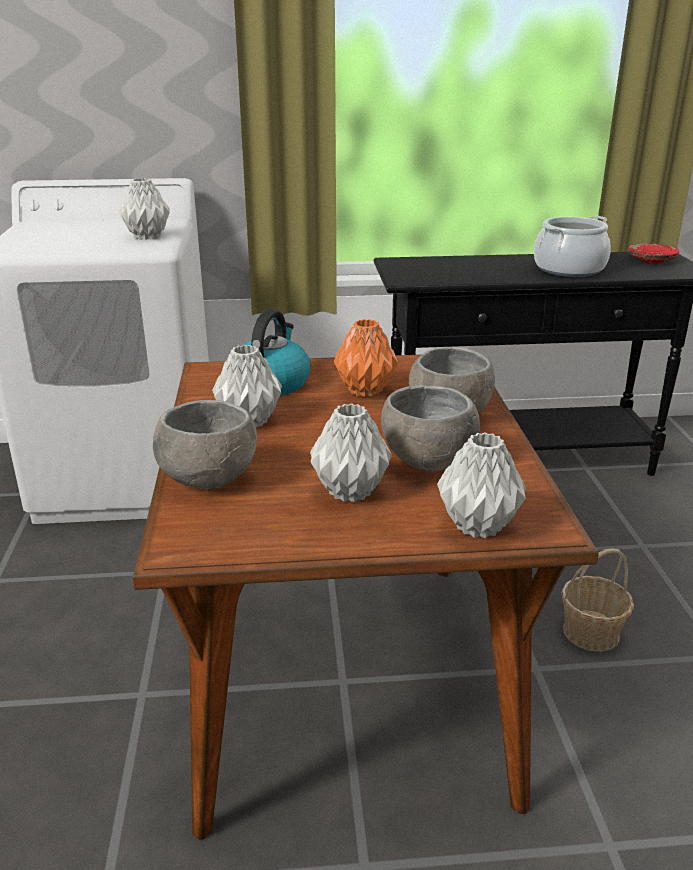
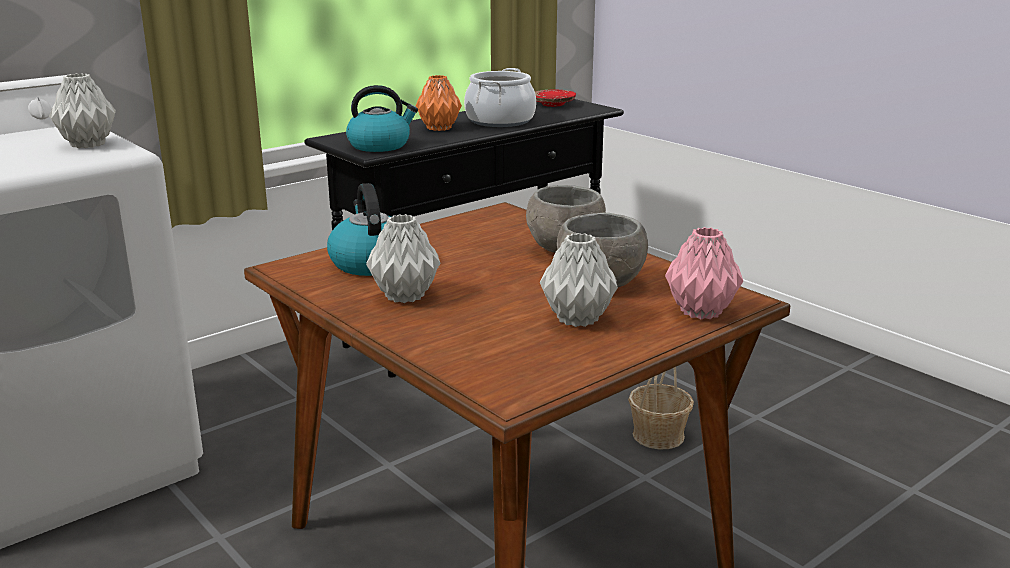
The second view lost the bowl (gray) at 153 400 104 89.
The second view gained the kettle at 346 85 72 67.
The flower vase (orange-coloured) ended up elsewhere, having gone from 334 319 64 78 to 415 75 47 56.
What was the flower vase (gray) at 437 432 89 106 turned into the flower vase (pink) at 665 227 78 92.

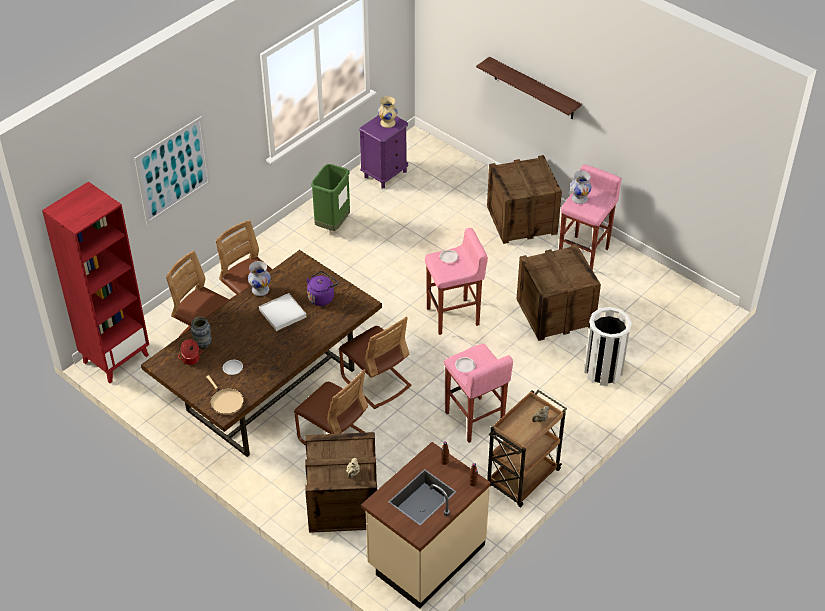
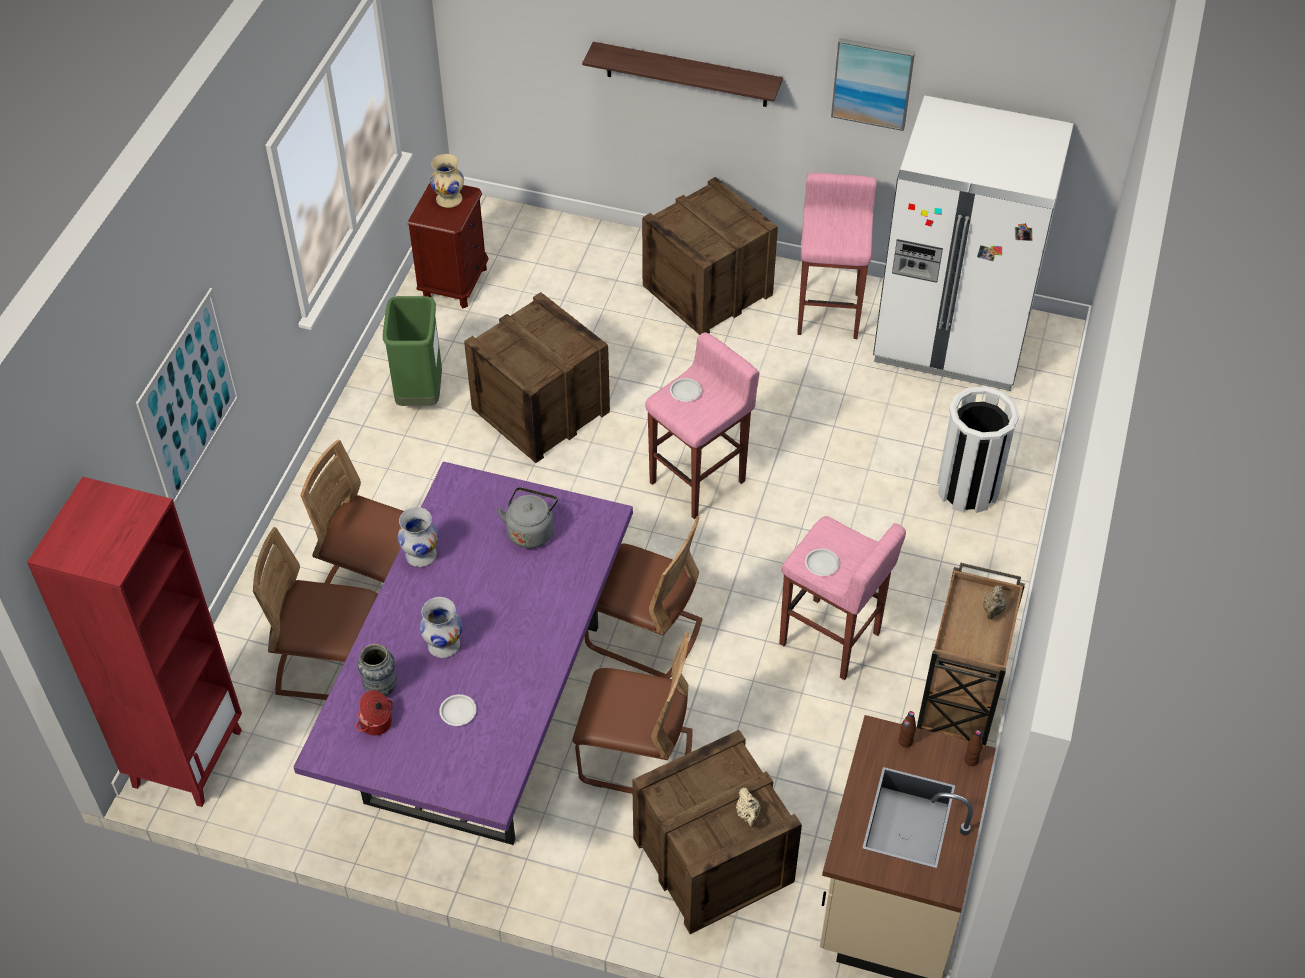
The second view lost the frying pan (beige-coloured) at 206 375 38 40.
The second view lost the tray (white) at 259 293 47 38.
The second view gained the picture at 831 38 84 93.
The second view gained the refrigerator (white) at 873 96 201 295.
The crate ended up elsewhere, having gone from 517 244 84 97 to 464 292 146 171.
The flower vase (white) ended up elsewhere, having gone from 570 171 22 33 to 420 597 42 61.
What was the dinner table (brown) at 141 250 241 207 turned into the dinner table (purple) at 294 462 339 383.
What was the kettle (purple) at 306 271 33 35 turned into the kettle (gray) at 497 487 61 62.
What was the bedside table (purple) at 359 115 49 73 turned into the bedside table (brown) at 408 183 81 126.

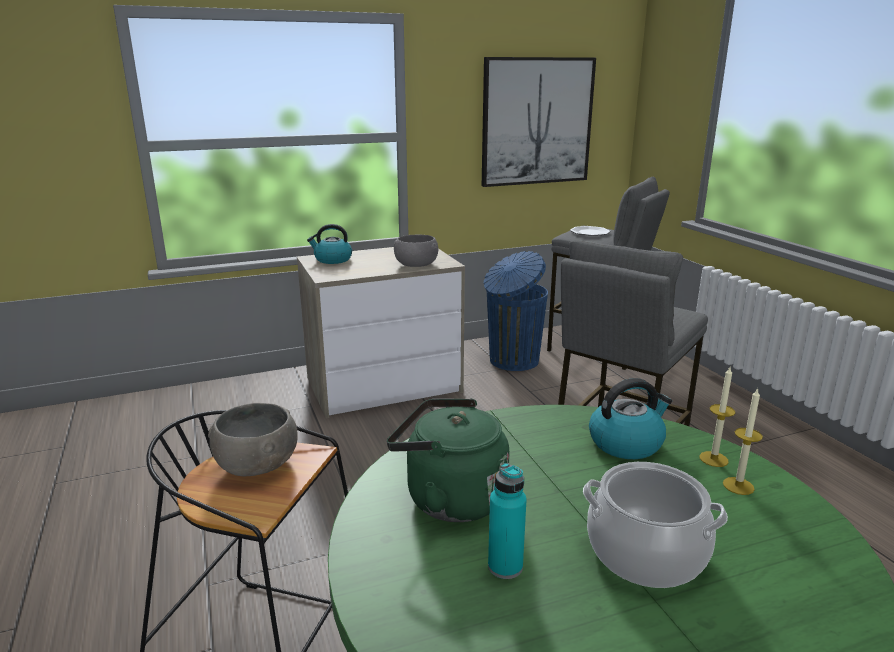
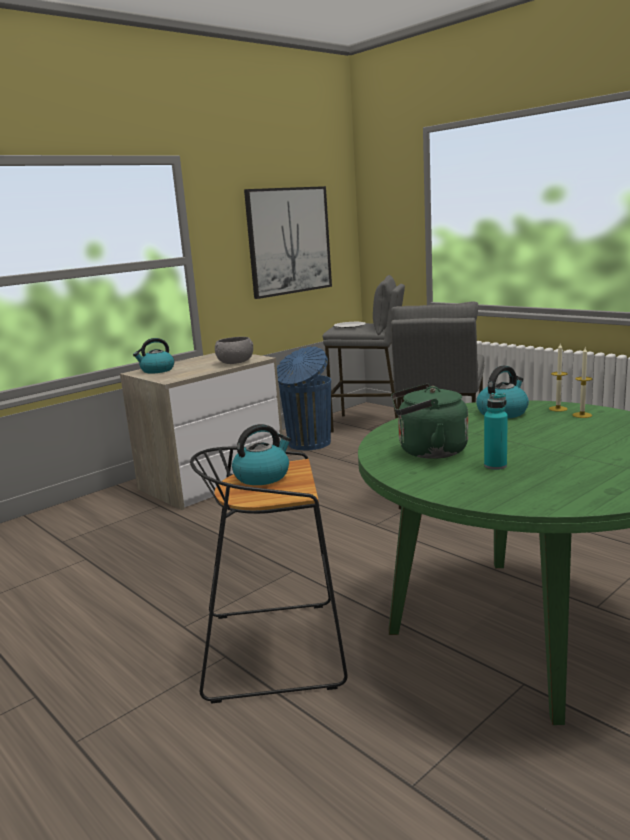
The second view lost the stockpot at 583 462 145 126.
Where the bowl (gray) stood at 208 403 90 73, the kettle came to stand at 232 424 59 61.

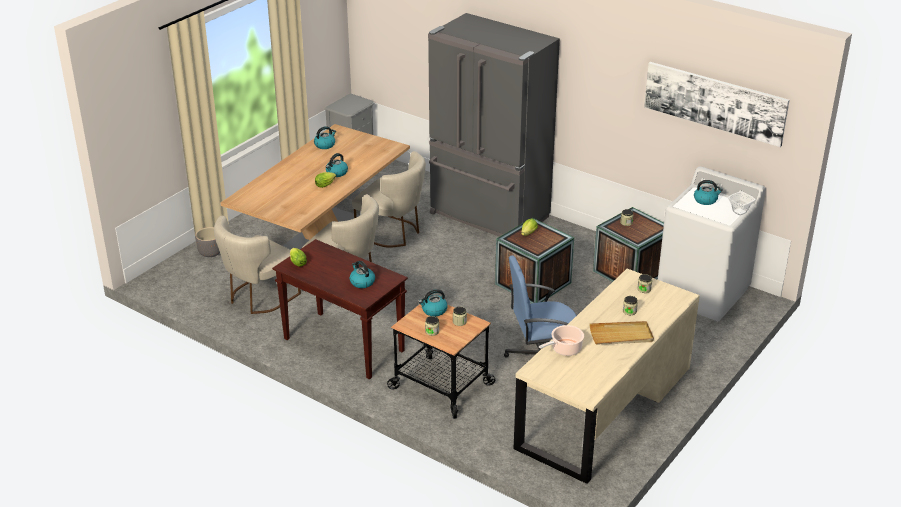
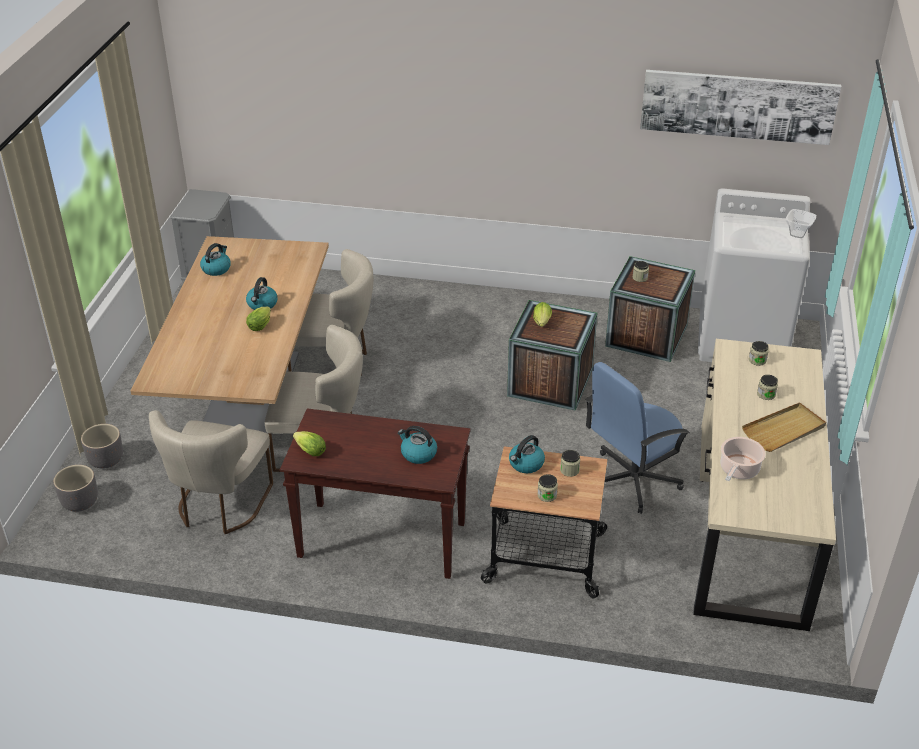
The second view lost the refrigerator (gray) at 428 13 132 224.
The second view lost the kettle at 694 180 29 25.
The second view gained the flower pot (gray) at 54 465 44 47.

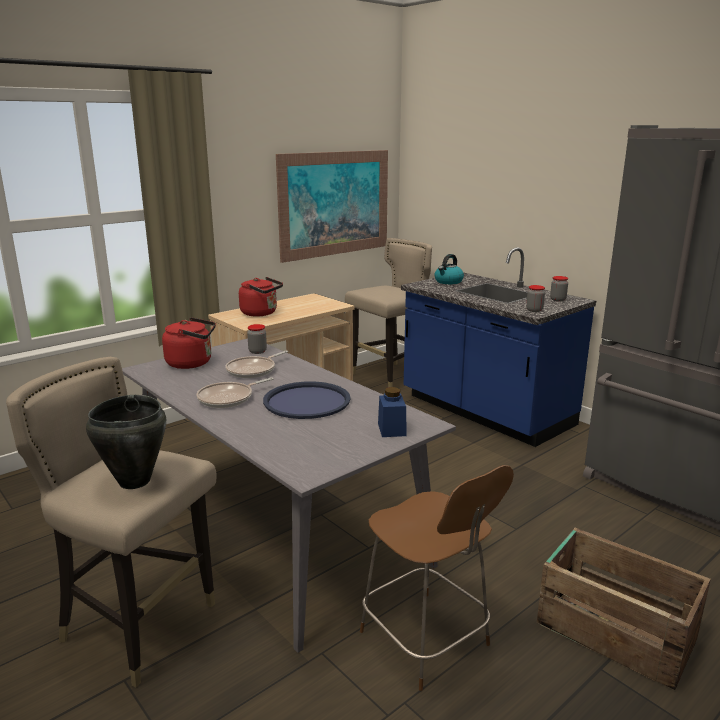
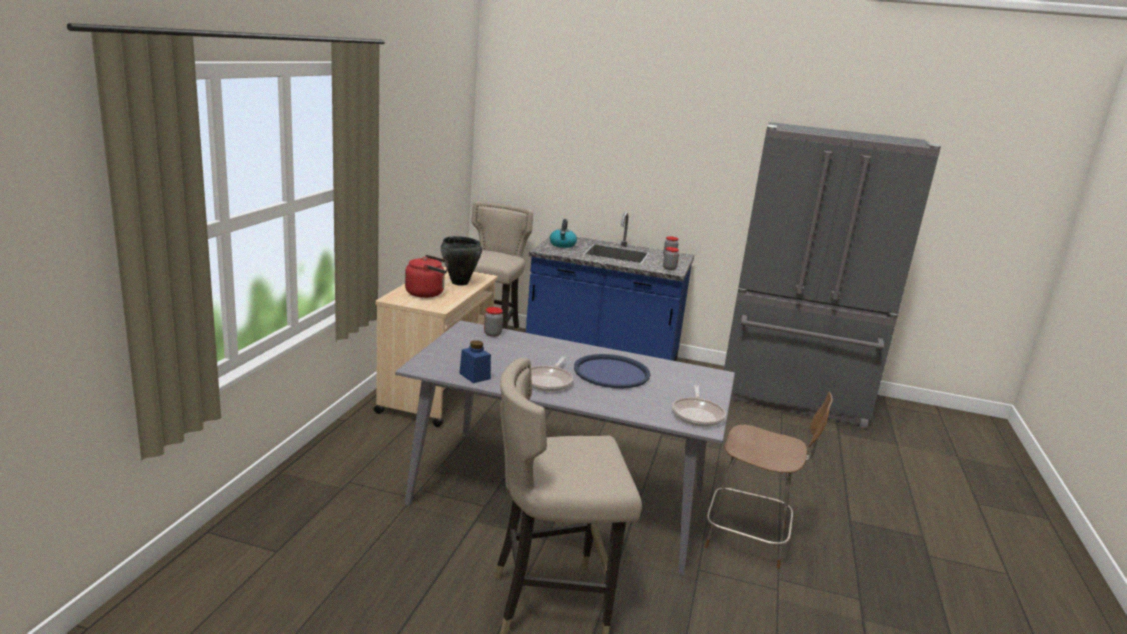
The second view lost the kettle (reddish) at 162 317 54 52.
The second view lost the picture at 276 150 112 113.
The second view lost the crate at 537 528 174 162.
The stockpot (blackish) ended up elsewhere, having gone from 86 395 80 94 to 441 236 41 49.
The frying pan ended up elsewhere, having gone from 226 351 62 27 to 672 385 54 42.
The storage jar (blue) ended up elsewhere, having gone from 378 387 29 50 to 459 340 32 43.

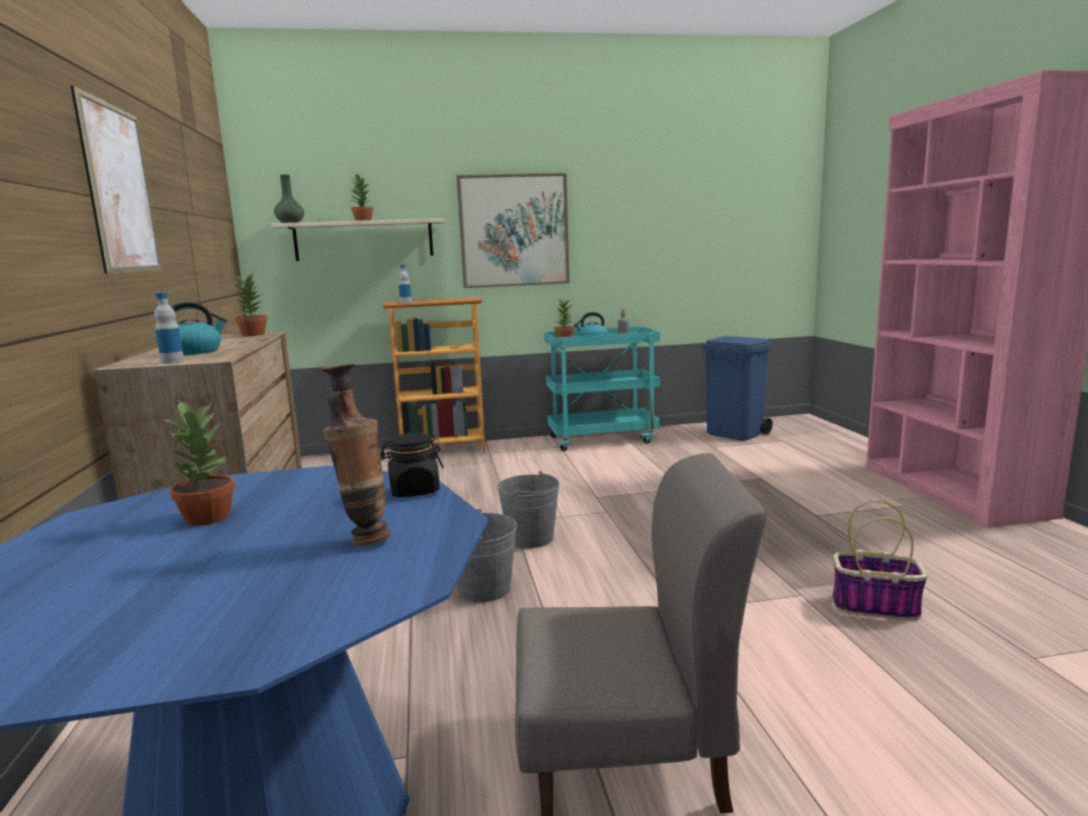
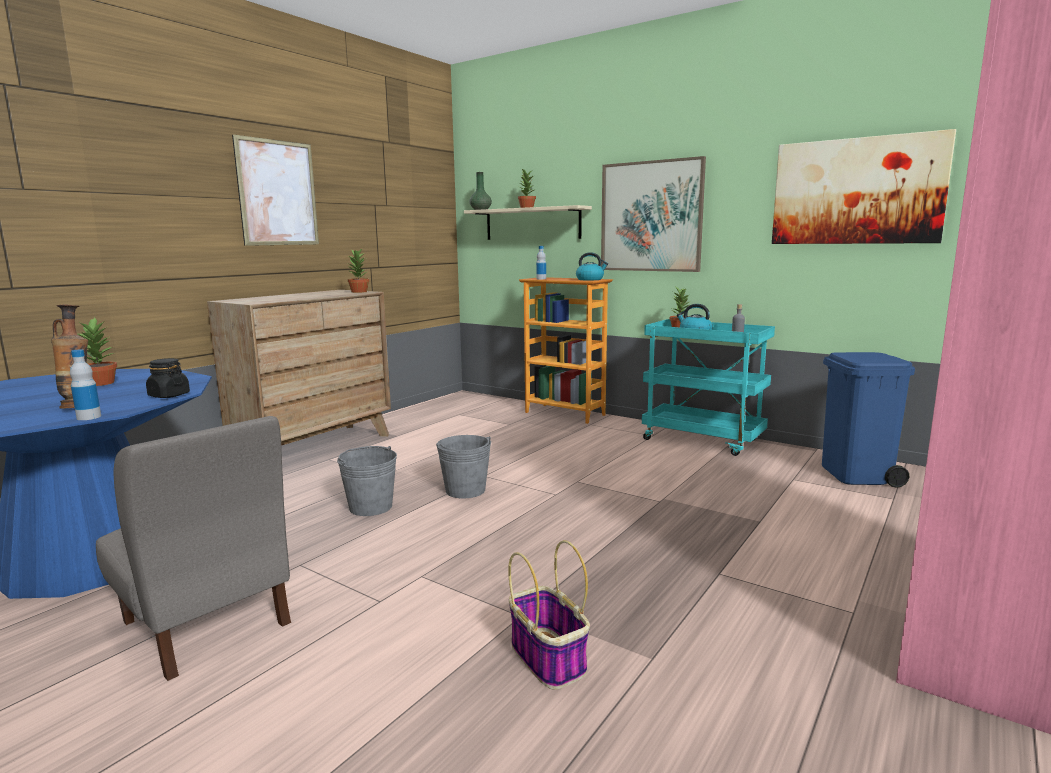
The second view gained the picture at 772 129 184 115.
The beverage bottle ended up elsewhere, having gone from 154 292 30 72 to 70 349 31 71.
The kettle ended up elsewhere, having gone from 172 302 55 53 to 576 252 32 28.

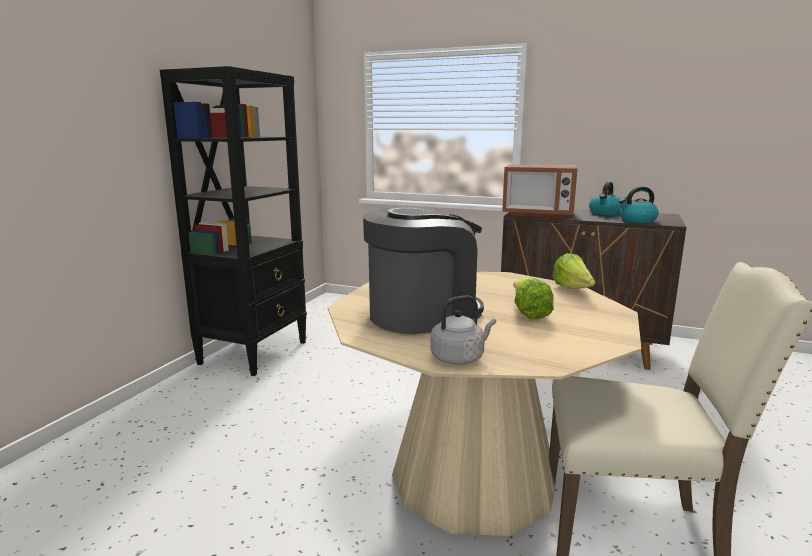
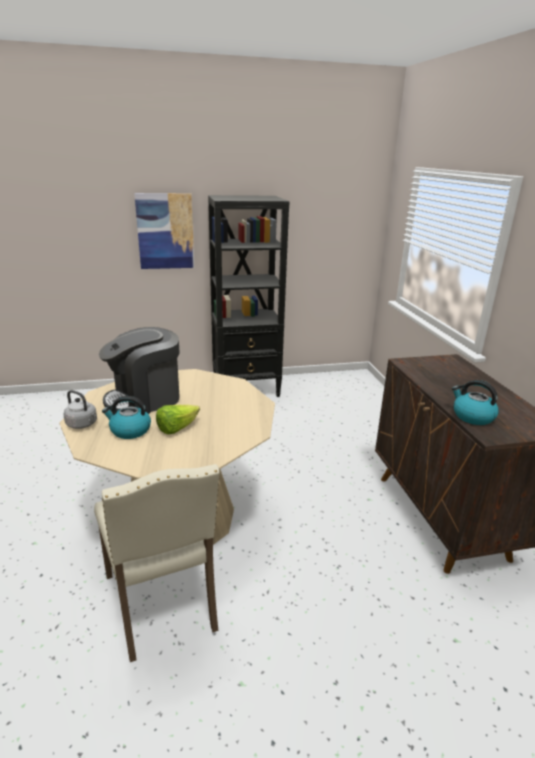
The second view lost the microwave oven at 502 164 76 54.
The second view lost the lettuce at 552 253 43 36.
The second view gained the picture at 134 193 60 76.
The kettle ended up elsewhere, having gone from 589 182 33 33 to 102 396 49 43.
The coffee maker at 363 208 121 126 ended up facing another way, 120 degrees clockwise from before.

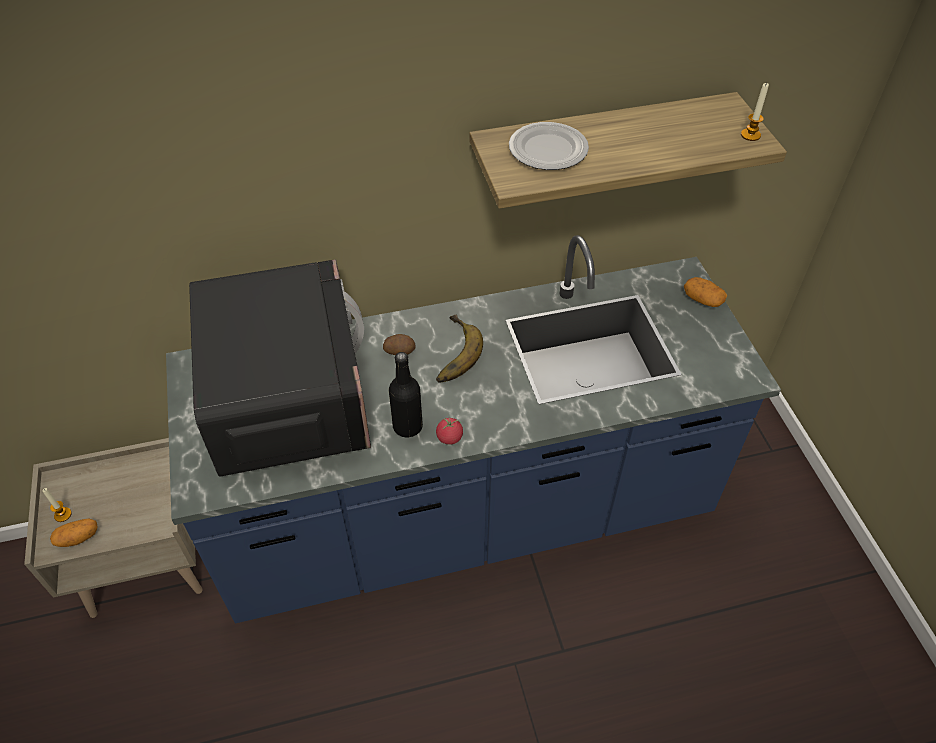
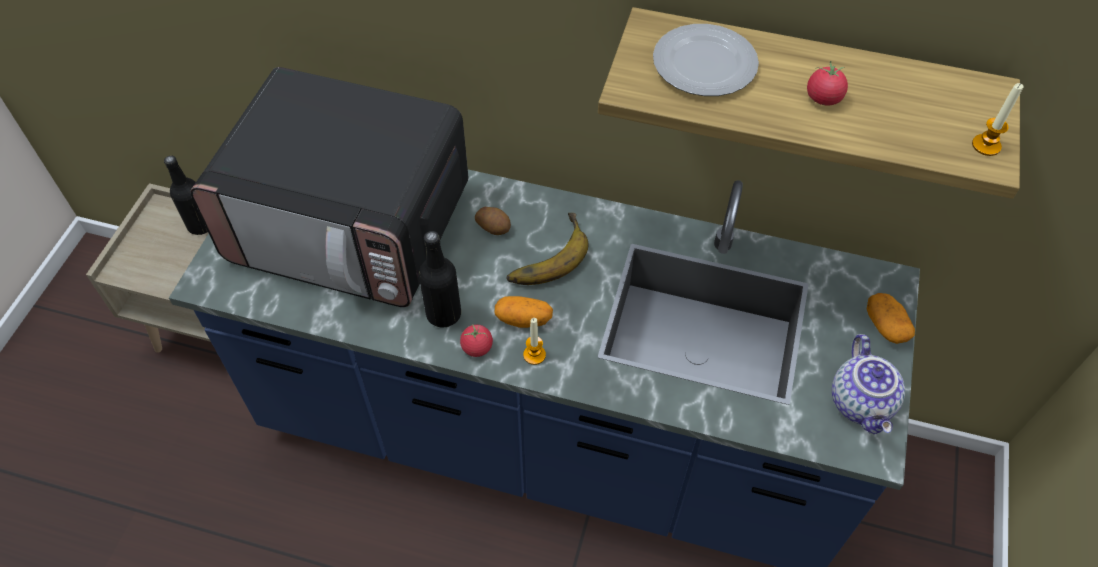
The second view gained the beverage bottle (blackish) at 164 156 44 79.
The second view gained the fresh tomato at 807 61 41 45.
The second view gained the teapot at 832 334 73 100.
The wax light ended up elsewhere, having gone from 43 488 29 34 to 523 318 23 47.
The whole potato ended up elsewhere, having gone from 50 518 48 29 to 495 296 58 32.
The microwave oven at 189 259 182 218 ended up facing another way, 90 degrees clockwise from before.

